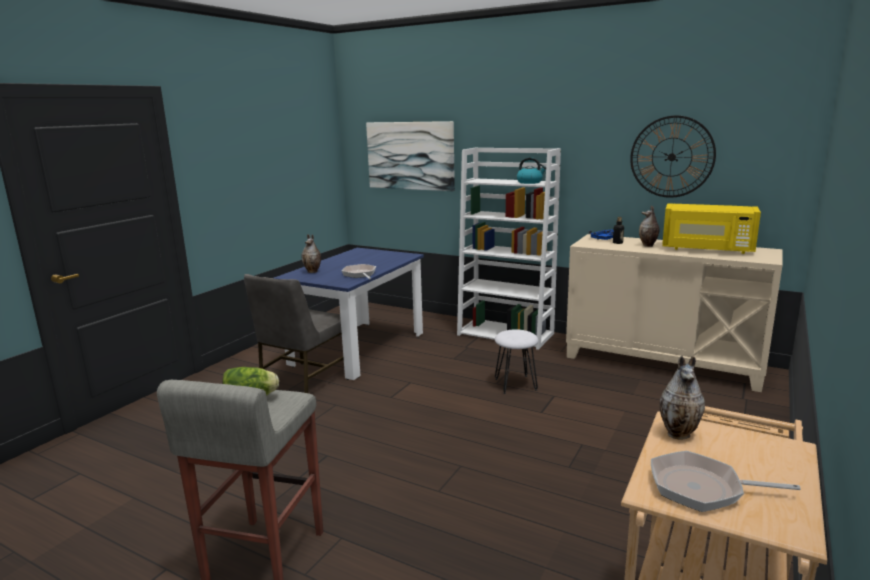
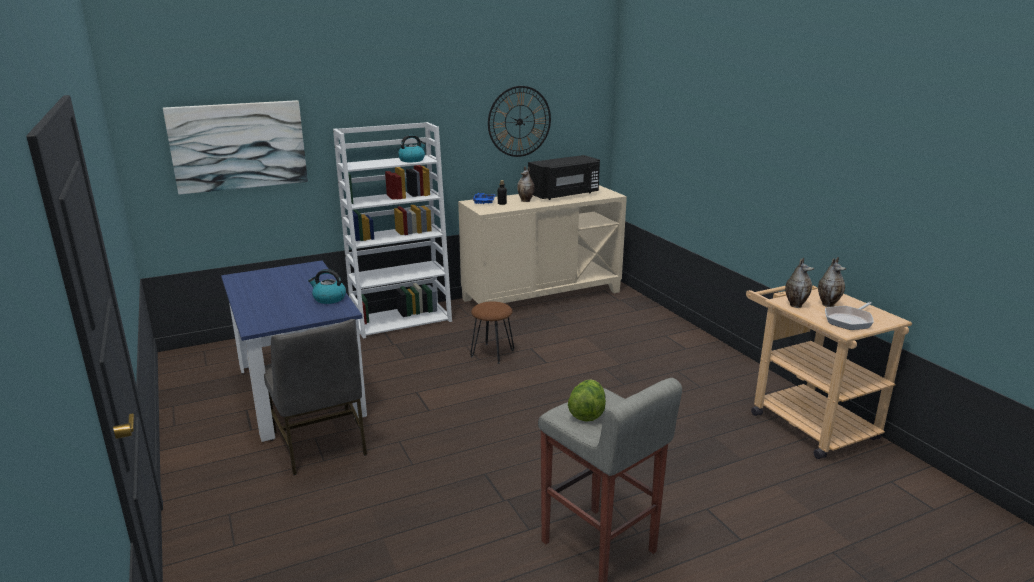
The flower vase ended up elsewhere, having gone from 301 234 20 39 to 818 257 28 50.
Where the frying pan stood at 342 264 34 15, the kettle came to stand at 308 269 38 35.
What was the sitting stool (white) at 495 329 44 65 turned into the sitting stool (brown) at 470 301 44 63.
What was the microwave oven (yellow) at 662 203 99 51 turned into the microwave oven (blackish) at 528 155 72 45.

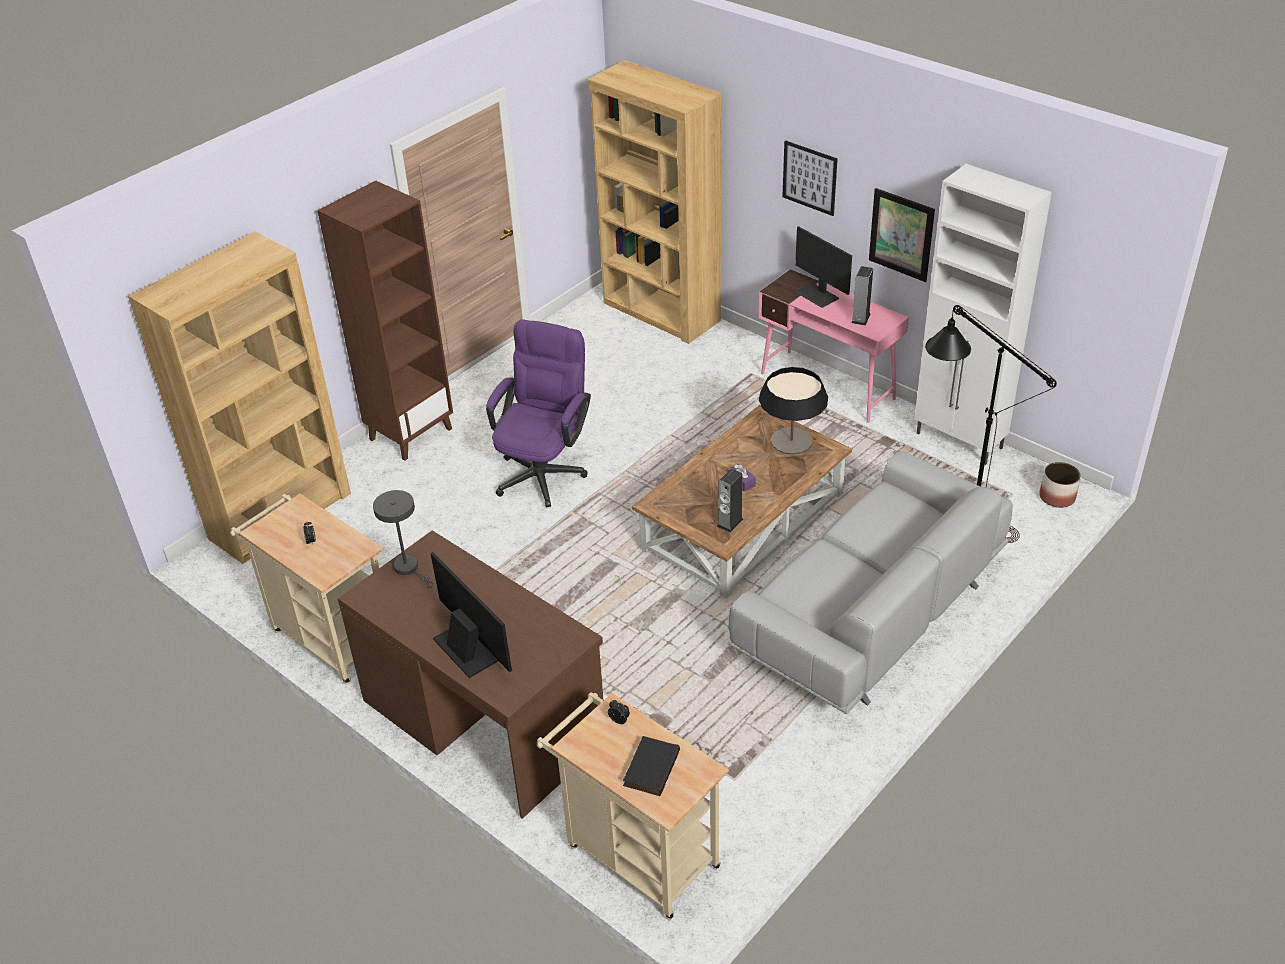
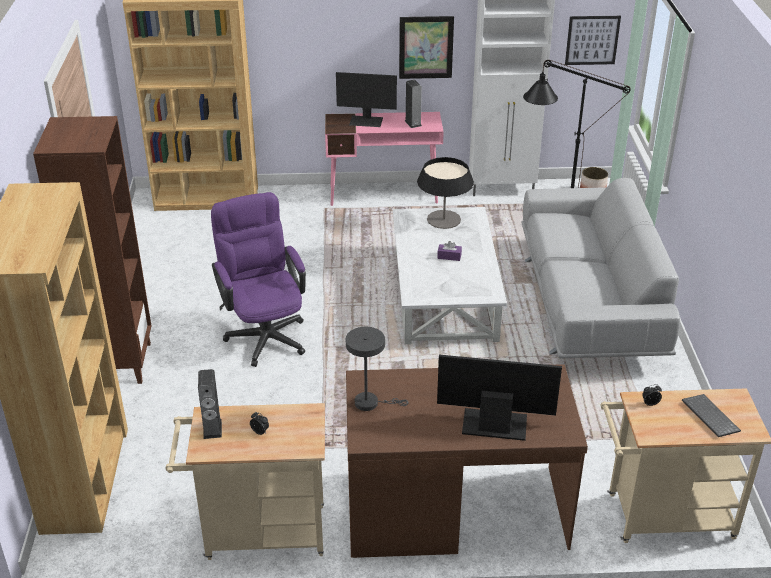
The audio speaker ended up elsewhere, having gone from 717 469 26 64 to 198 369 24 70.
The picture ended up elsewhere, having gone from 782 140 55 76 to 565 16 56 49.
Where the bound book (blackish) stood at 623 736 57 60, the PC keyboard came to stand at 682 394 59 43.
What was the low table (brown) at 632 405 220 193 turned into the low table (white) at 393 207 114 137.

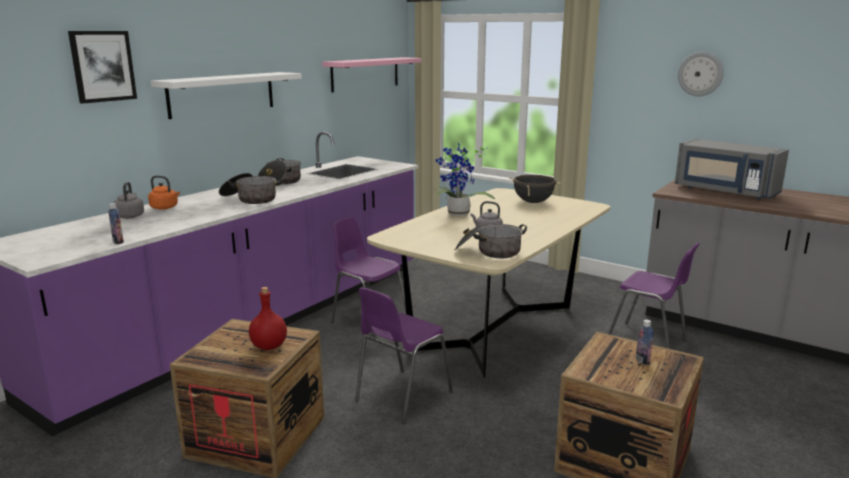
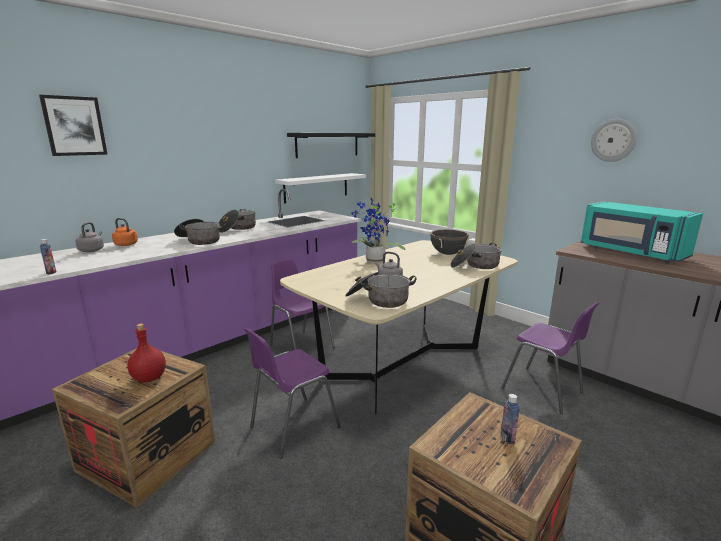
The second view gained the stockpot at 450 243 52 26.
The bracket shelf (white) ended up elsewhere, having gone from 151 72 151 47 to 275 173 91 30.
What was the bracket shelf (pink) at 322 57 99 35 turned into the bracket shelf (blackish) at 287 133 88 25.
What was the microwave oven (gray) at 675 139 114 61 turned into the microwave oven (turquoise) at 581 201 122 62.

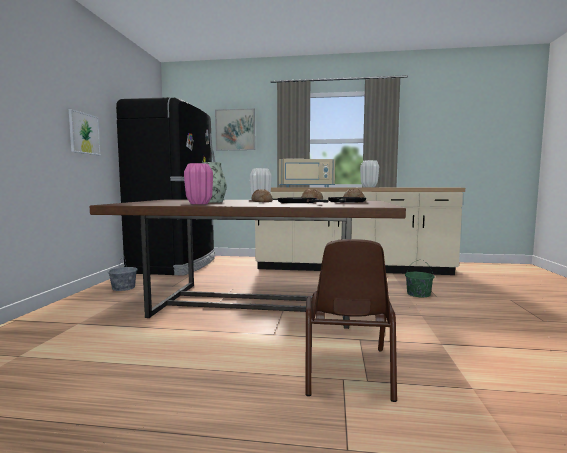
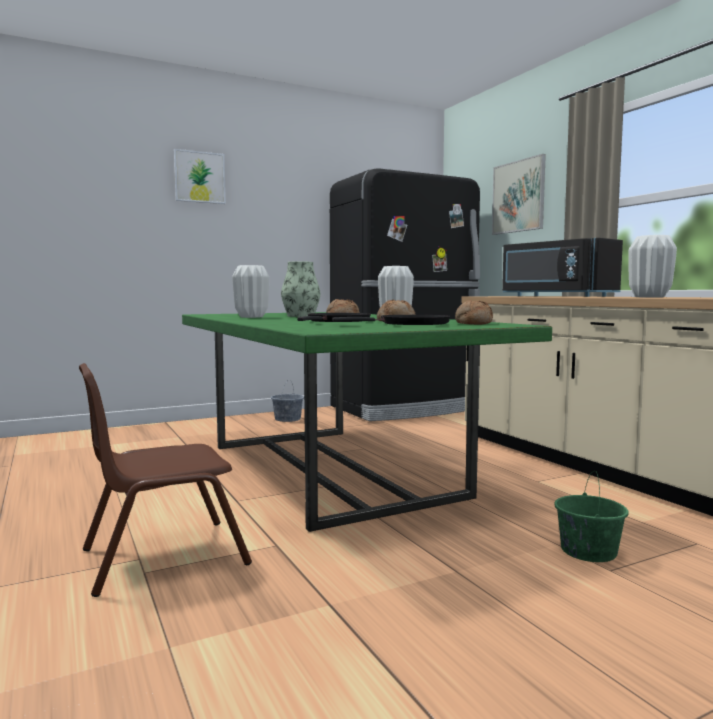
The picture ended up elsewhere, having gone from 69 109 31 46 to 174 149 52 55.
What was the dinner table (brown) at 89 199 317 130 turned into the dinner table (greenish) at 182 312 370 220.
What was the flower vase (pink) at 184 163 29 41 turned into the flower vase (white) at 232 265 37 53.
What was the microwave oven (beige-coloured) at 279 159 56 28 turned into the microwave oven (blackish) at 502 238 121 59.

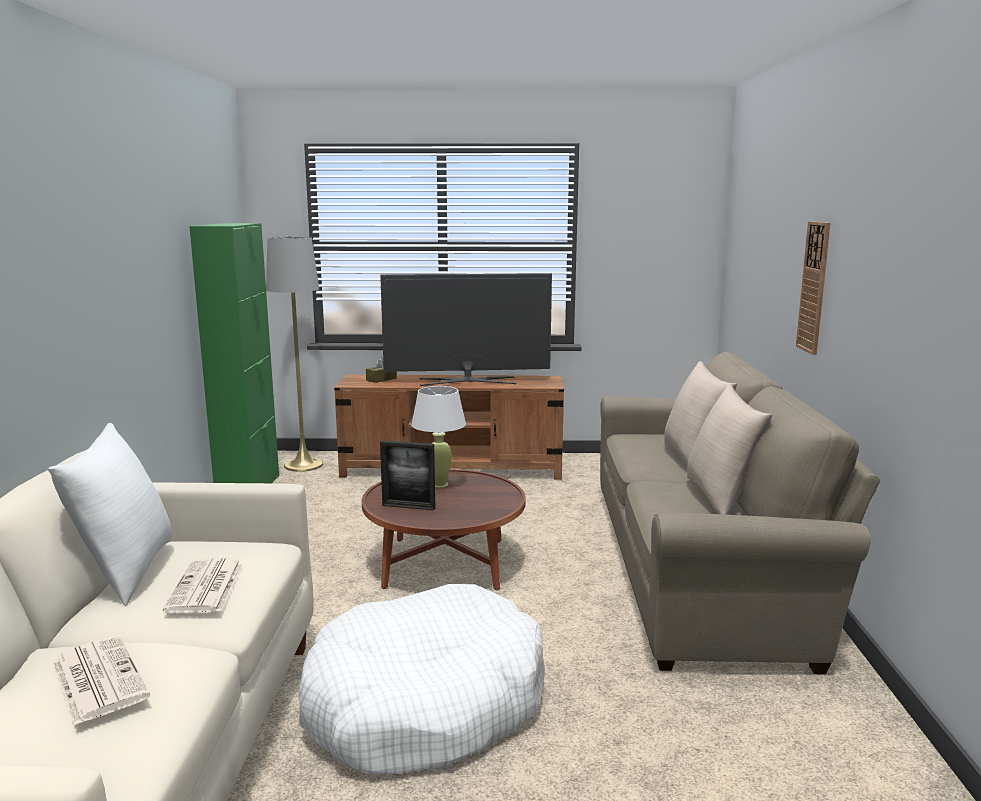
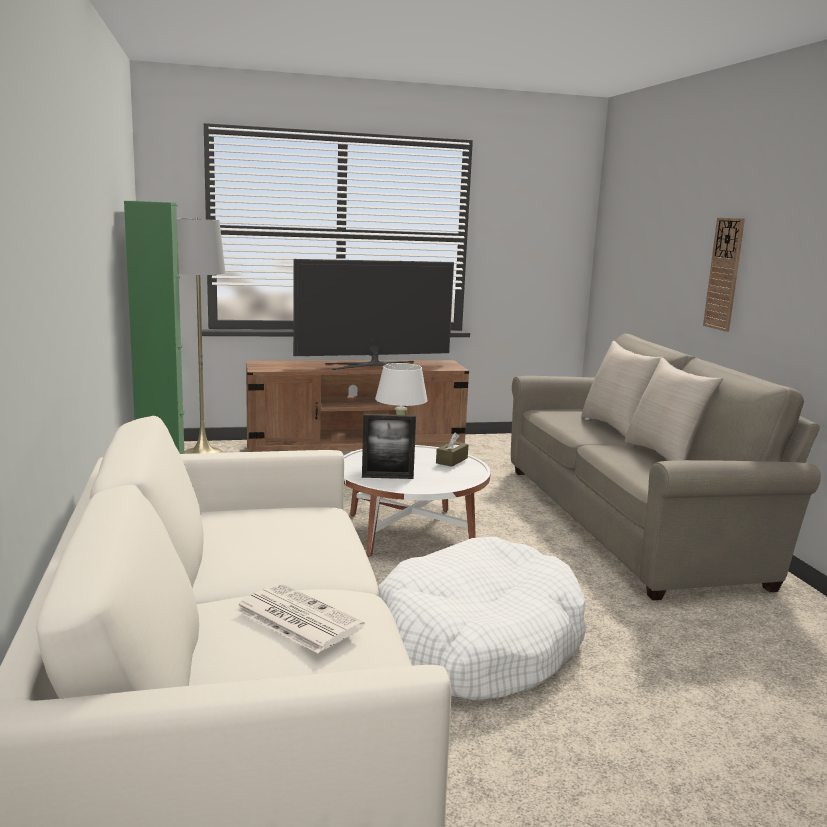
The second view lost the pillow (white) at 48 423 124 183.
The second view lost the daily paper at 163 558 80 55.
The box of tissues (brown) ended up elsewhere, having gone from 366 356 31 27 to 436 433 32 34.
What was the low table (brown) at 362 469 164 121 turned into the low table (white) at 344 445 147 112.

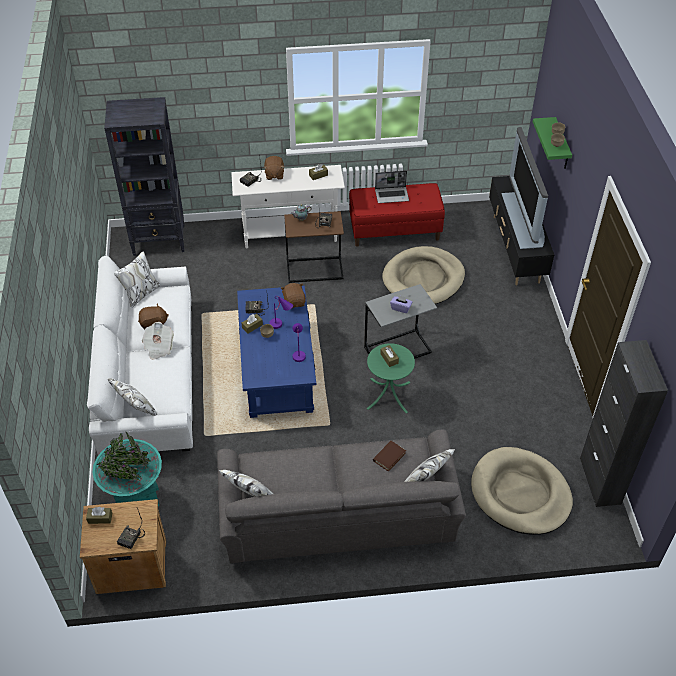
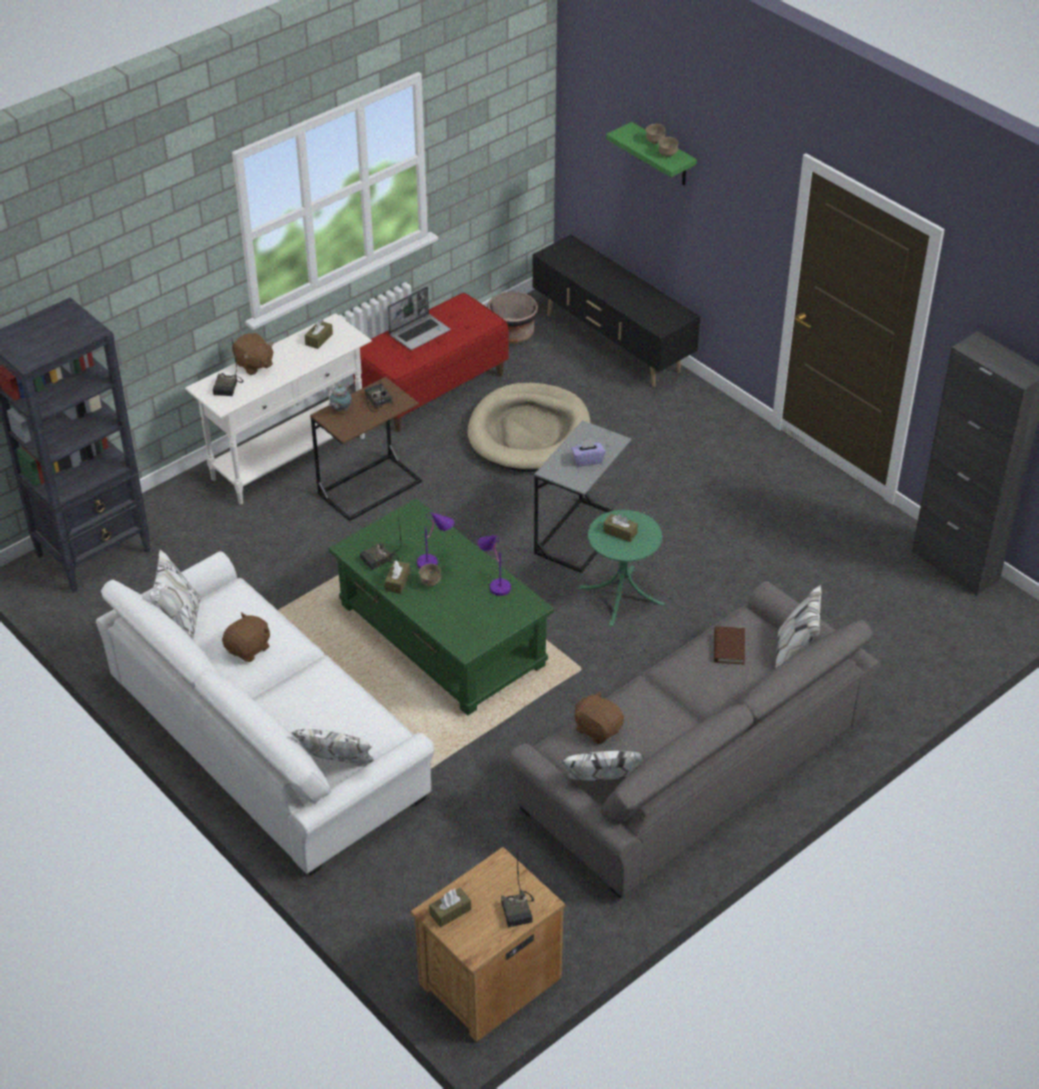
The second view lost the flower pot (turquoise) at 92 432 70 74.
The second view lost the daily paper at 142 322 32 38.
The second view lost the pet bed (beige-coloured) at 471 447 102 88.
The second view lost the TV at 502 127 46 122.
The second view gained the flower pot (blackish) at 487 292 52 52.
The plush toy (brown) ended up elsewhere, having gone from 281 283 25 25 to 574 691 50 53.
What was the low table (blue) at 237 286 79 132 turned into the low table (greenish) at 329 498 225 217.

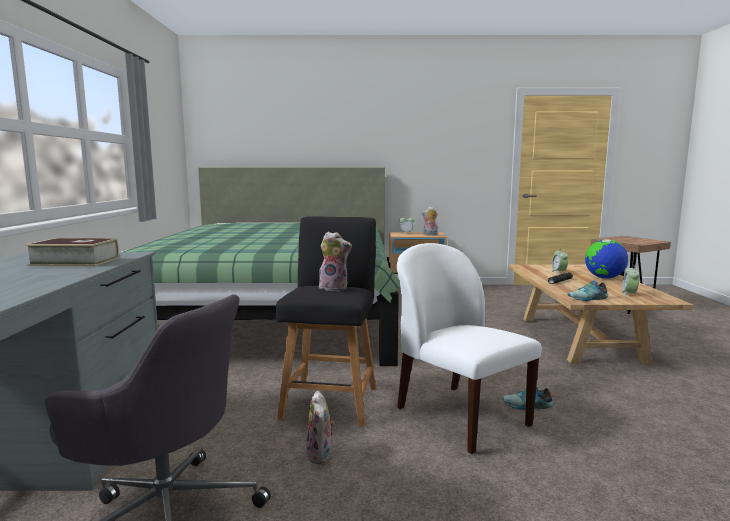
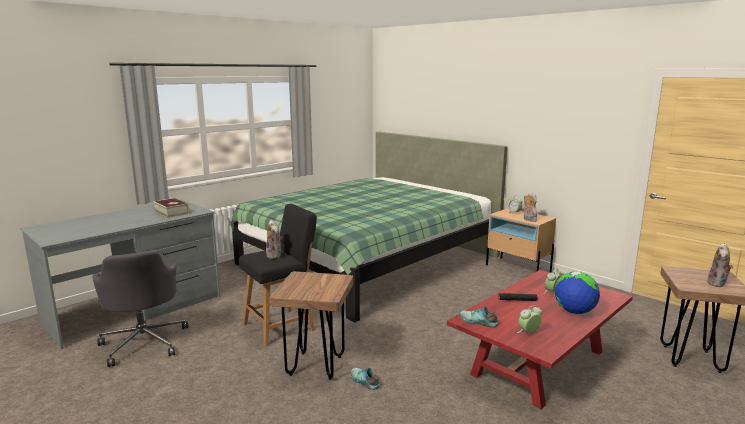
The plush toy ended up elsewhere, having gone from 306 391 29 73 to 707 243 26 44.
Where the plain chair (white) stood at 397 243 145 211, the sitting stool (brown) came to stand at 270 271 83 109.
What was the low table (beige-coloured) at 509 264 185 100 turned into the low table (reddish) at 447 270 186 139.

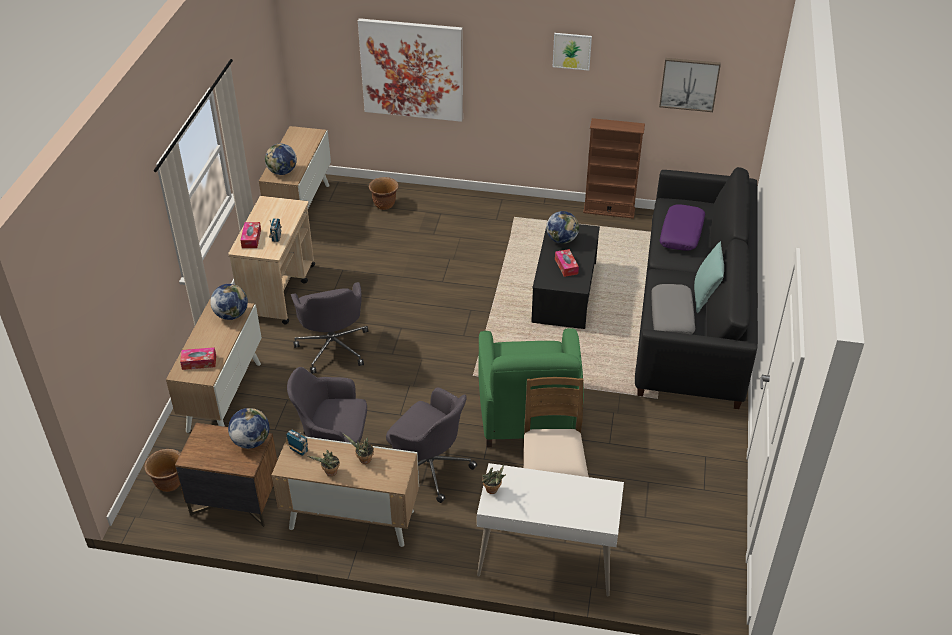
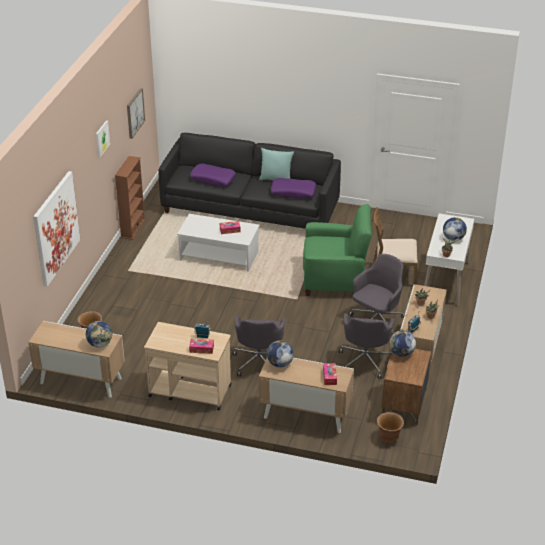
The world globe ended up elsewhere, having gone from 546 211 33 33 to 443 217 24 24.
What was the low table (blackish) at 531 224 69 105 turned into the low table (white) at 177 214 83 58.
What was the pillow (gray) at 651 284 44 50 turned into the pillow (purple) at 271 178 45 21.
The computer chair (gray) at 291 282 77 92 ended up facing another way, 105 degrees clockwise from before.

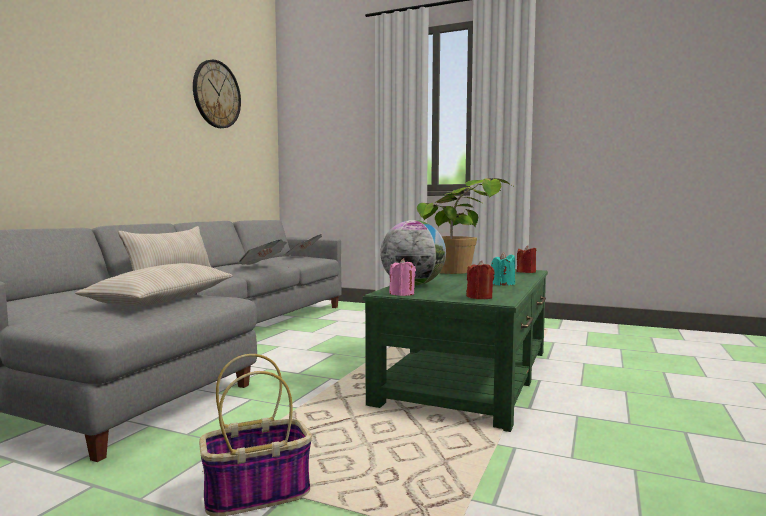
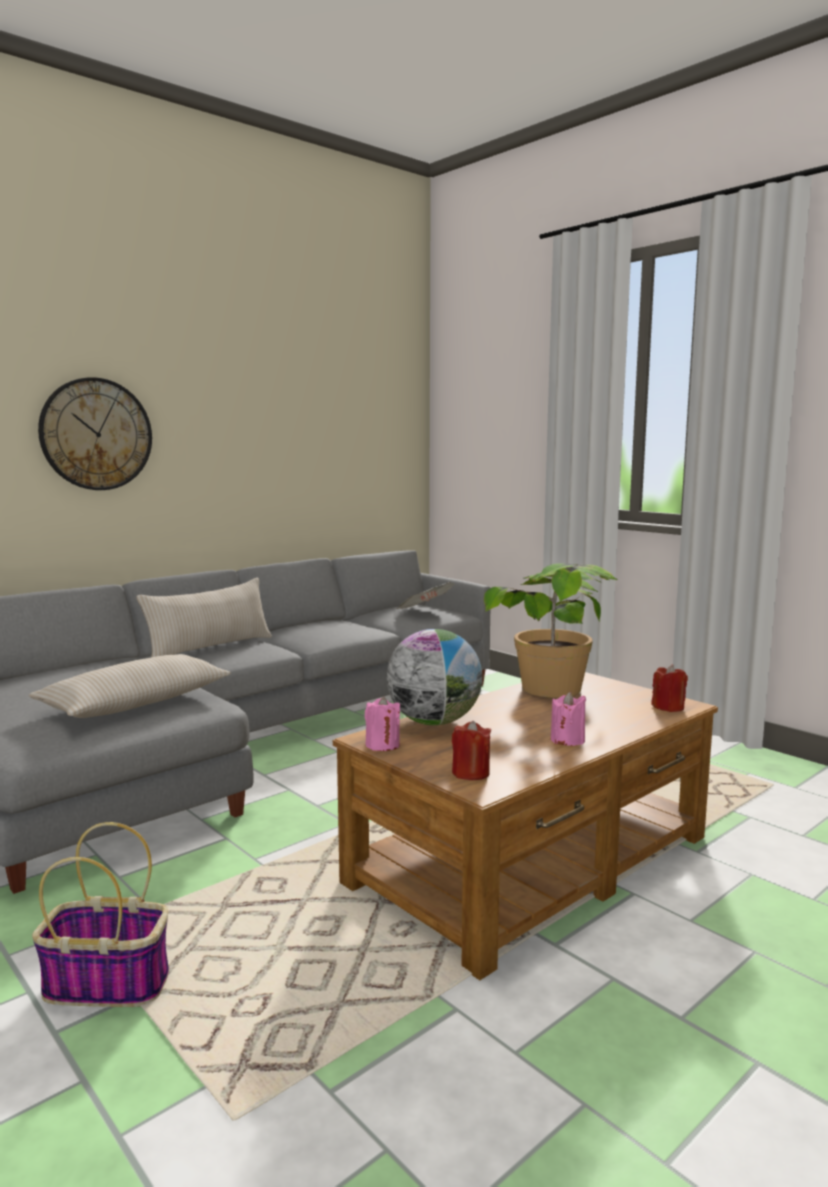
The second view lost the daily paper at 237 239 50 26.
The wall clock ended up elsewhere, having gone from 193 60 48 68 to 38 377 114 113.
What was the low table (greenish) at 363 269 185 163 turned into the low table (brown) at 333 672 385 308.
What was the wax light (turquoise) at 491 252 24 33 turned into the wax light (pink) at 551 691 35 55.

